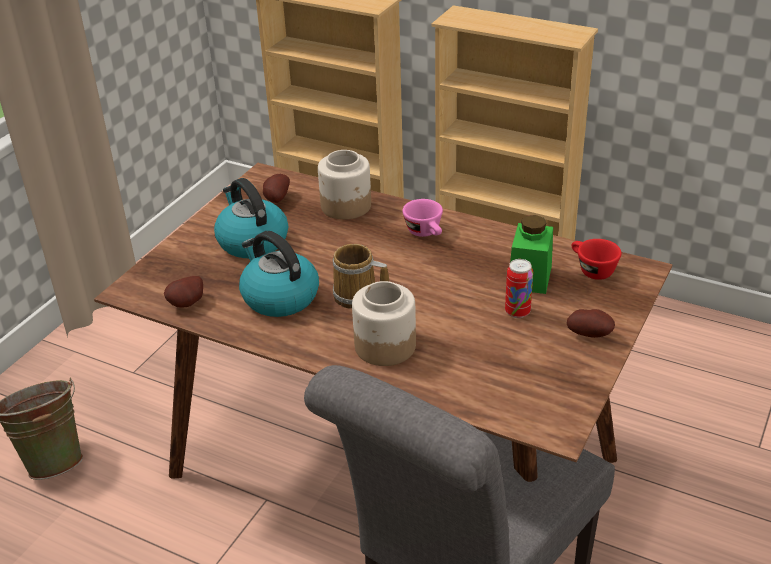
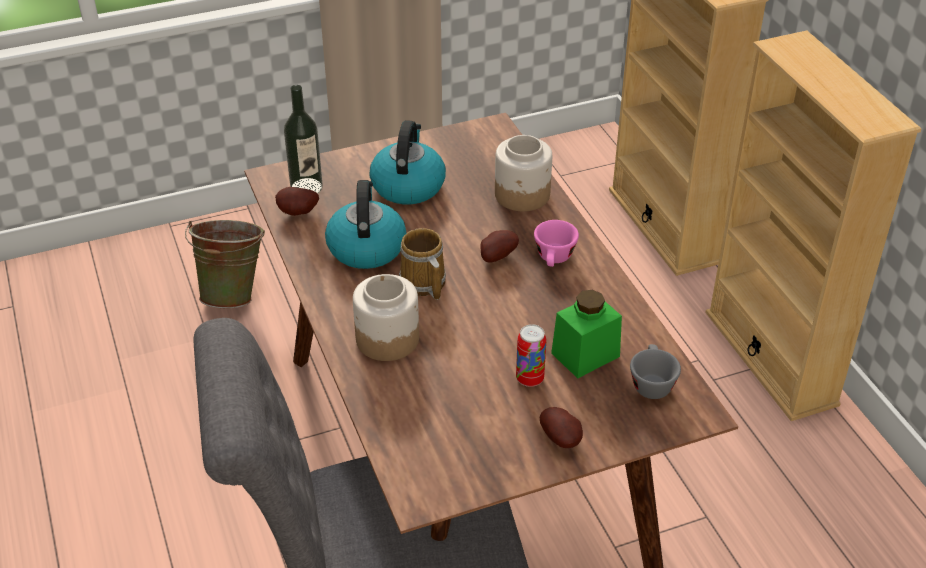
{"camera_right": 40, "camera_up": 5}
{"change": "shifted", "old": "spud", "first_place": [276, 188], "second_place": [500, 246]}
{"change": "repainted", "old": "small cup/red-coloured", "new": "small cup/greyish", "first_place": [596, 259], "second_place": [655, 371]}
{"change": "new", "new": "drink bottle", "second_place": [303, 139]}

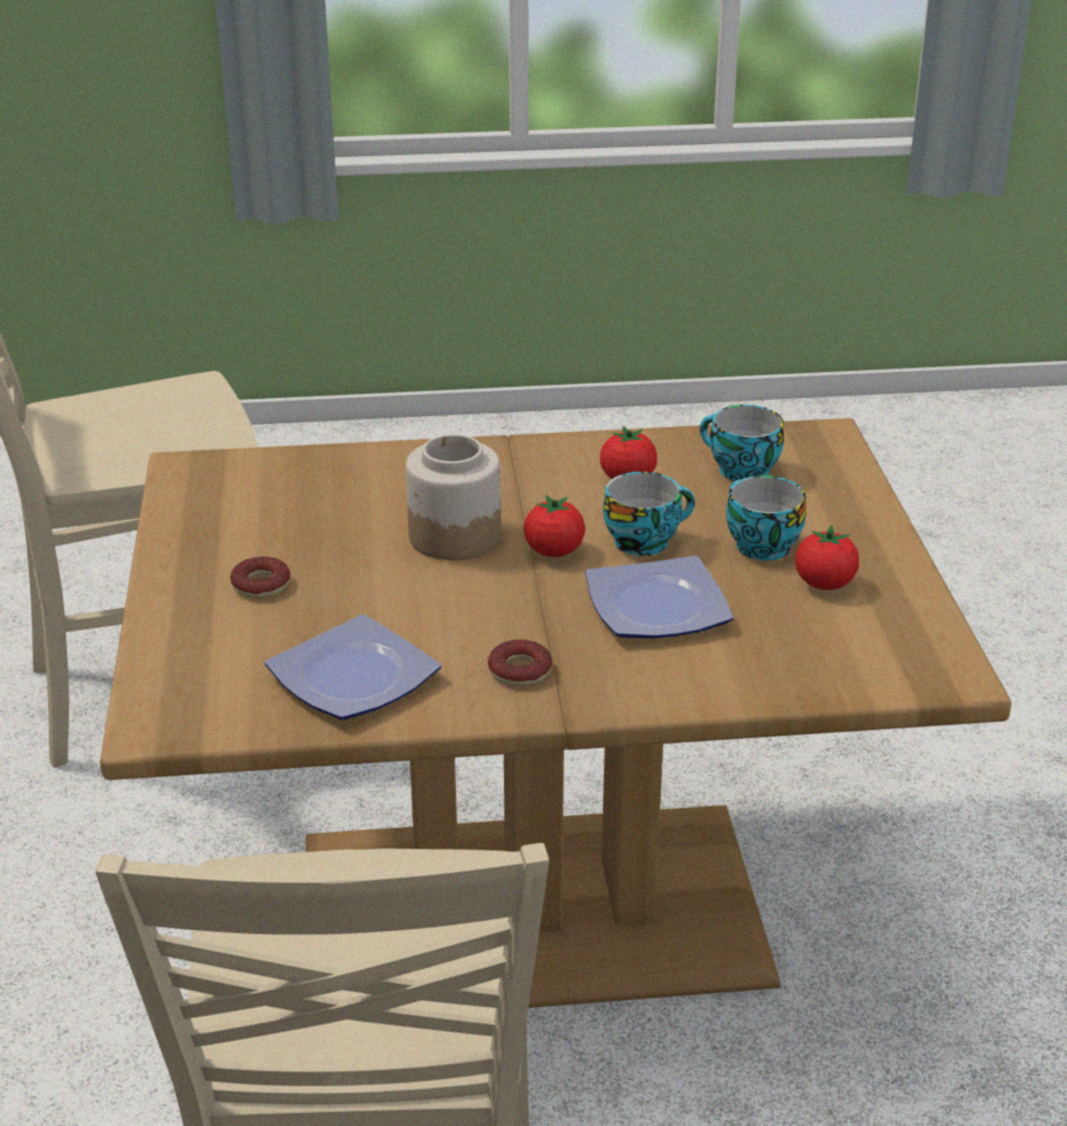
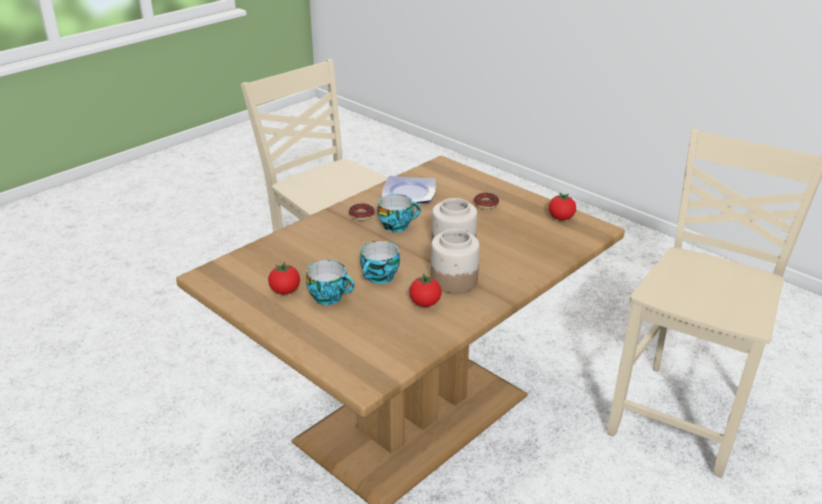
{"camera_right": 140, "camera_up": 0}
{"change": "shifted", "old": "whole tomato", "first_place": [554, 526], "second_place": [562, 206]}
{"change": "gone", "old": "flat dish", "first_place": [659, 597]}
{"change": "shifted", "old": "small cup", "first_place": [742, 443], "second_place": [399, 213]}
{"change": "new", "new": "jar", "second_place": [455, 261]}

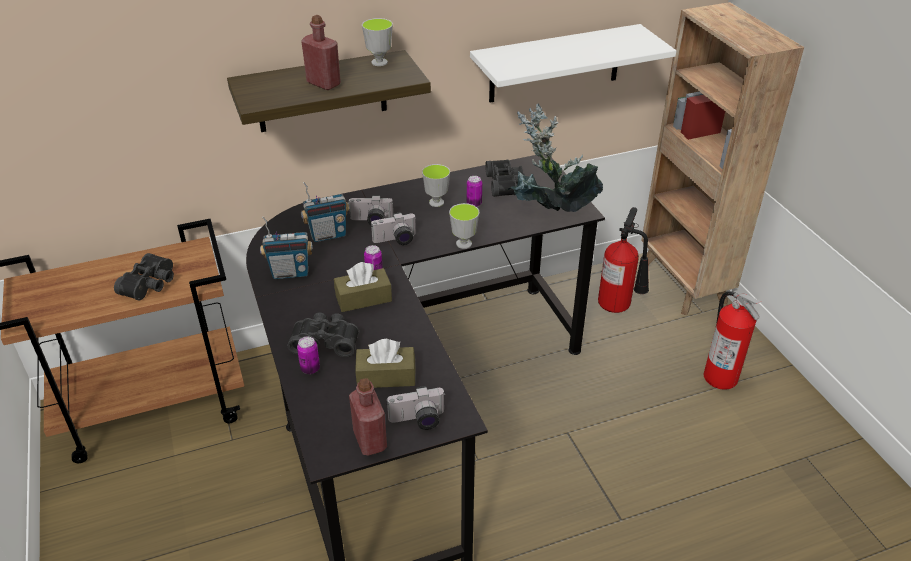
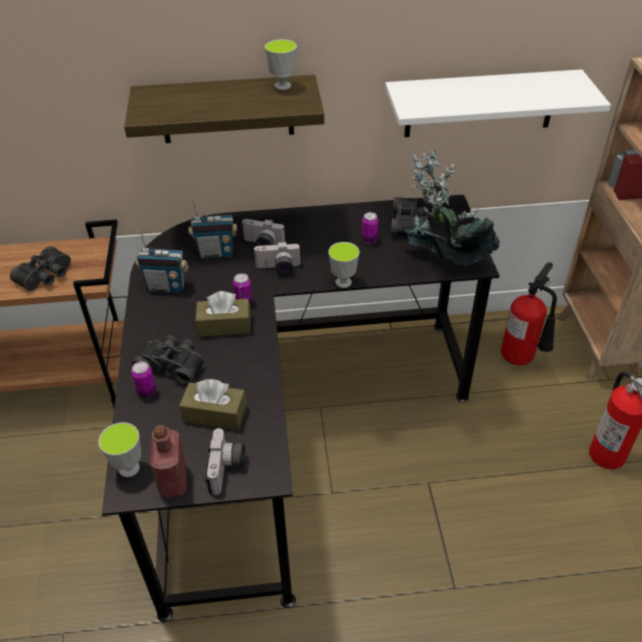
{"camera_right": 15, "camera_up": 5}
{"change": "gone", "old": "drink bottle/red-coloured", "first_place": [321, 52]}
{"change": "rotated", "old": "photo camera", "first_place": [416, 408], "second_place": [225, 461], "degrees": -90}
{"change": "shifted", "old": "small cup", "first_place": [436, 185], "second_place": [119, 449]}

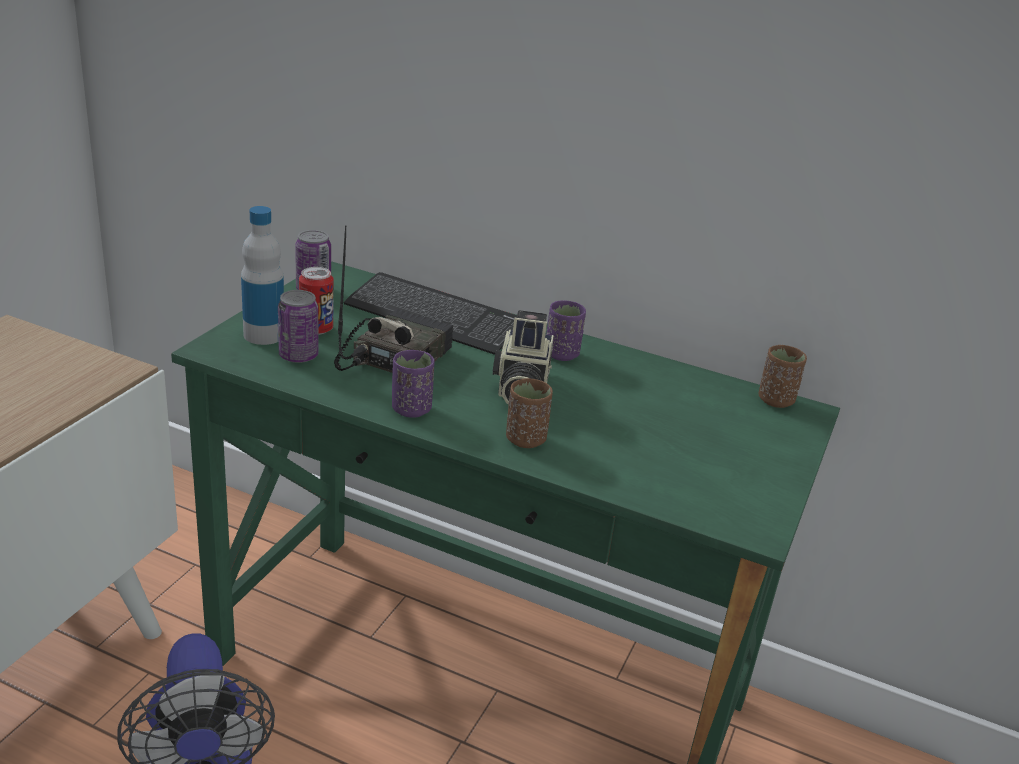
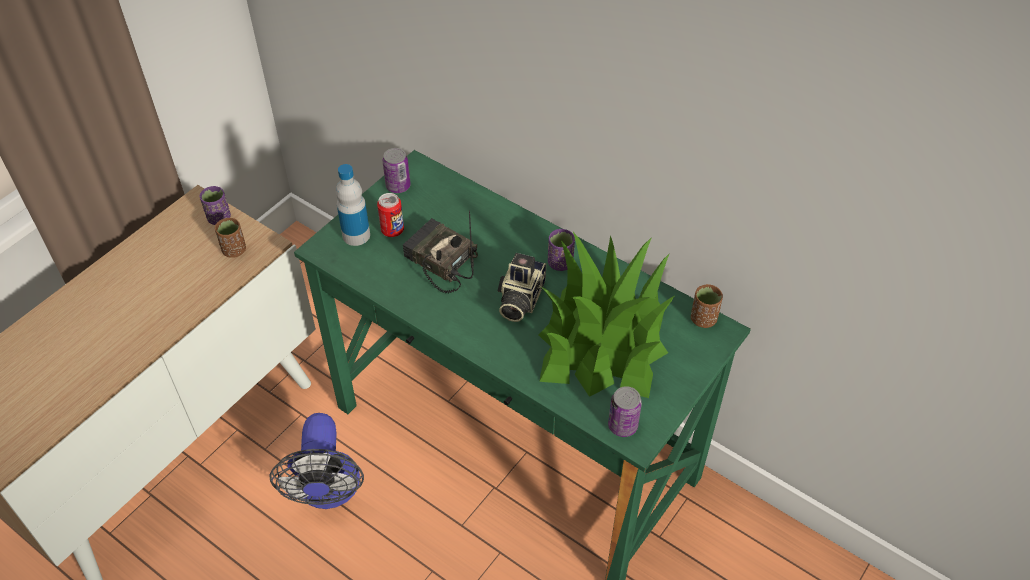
{"camera_right": 15, "camera_up": 20}
{"change": "shifted", "old": "can", "first_place": [298, 326], "second_place": [625, 411]}
{"change": "rotated", "old": "radio receiver", "first_place": [393, 299], "second_place": [440, 251], "degrees": -90}
{"change": "gone", "old": "PC keyboard", "first_place": [430, 313]}
{"change": "shifted", "old": "small cup/purple", "first_place": [413, 384], "second_place": [215, 205]}
{"change": "shifted", "old": "small cup/brown-coloured", "first_place": [529, 413], "second_place": [230, 238]}
{"change": "new", "new": "houseplant", "second_place": [606, 315]}

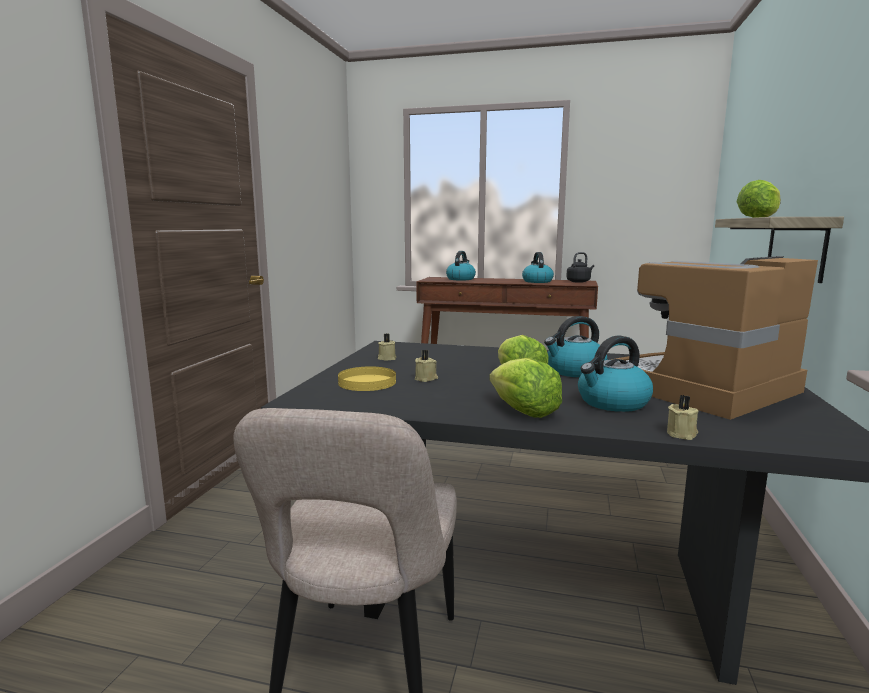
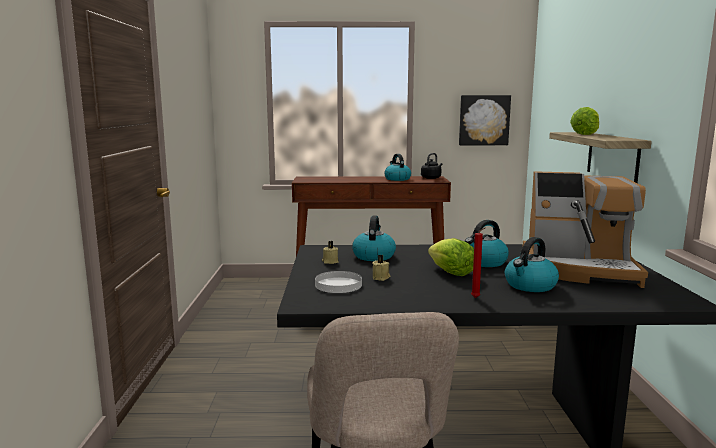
{"camera_right": -15, "camera_up": 0}
{"change": "repainted", "old": "flat dish/yellowish", "new": "flat dish/whitish", "first_place": [367, 378], "second_place": [338, 282]}
{"change": "shifted", "old": "water kettle", "first_place": [461, 265], "second_place": [374, 238]}
{"change": "swapped", "old": "lettuce head", "new": "wax light/red-coloured", "first_place": [525, 388], "second_place": [478, 262]}
{"change": "rotated", "old": "coffee brewer", "first_place": [714, 338], "second_place": [585, 229], "degrees": -120}
{"change": "gone", "old": "wax light/beige", "first_place": [683, 417]}
{"change": "new", "new": "wall art", "second_place": [485, 120]}

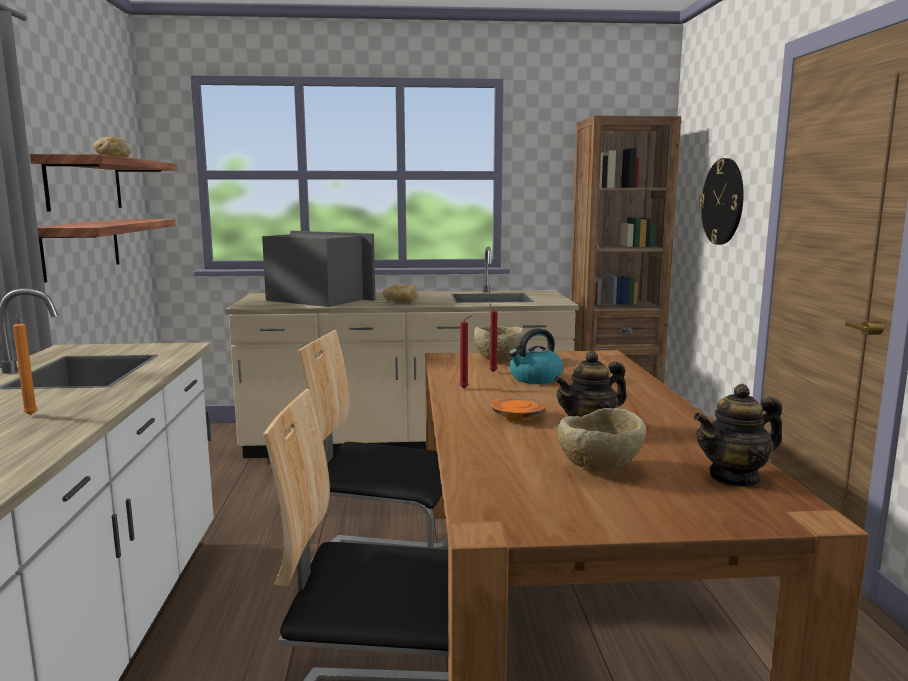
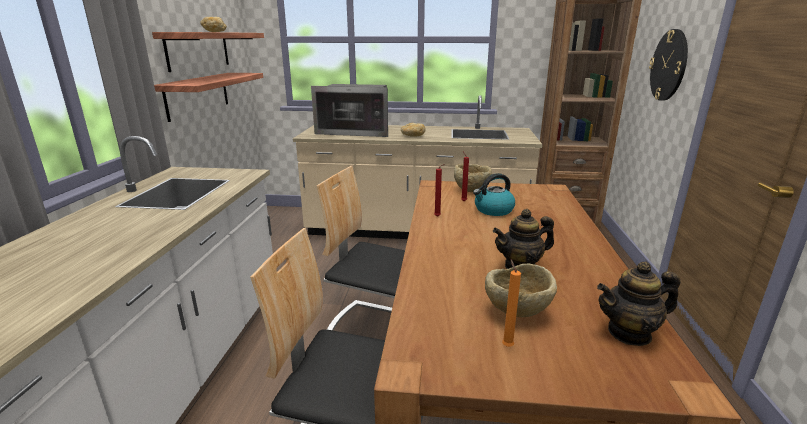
{"camera_right": 10, "camera_up": 10}
{"change": "shifted", "old": "wax light/orange", "first_place": [25, 364], "second_place": [511, 303]}
{"change": "rotated", "old": "kitchen microwave", "first_place": [318, 269], "second_place": [349, 110], "degrees": 150}
{"change": "gone", "old": "flat dish/orange", "first_place": [519, 409]}

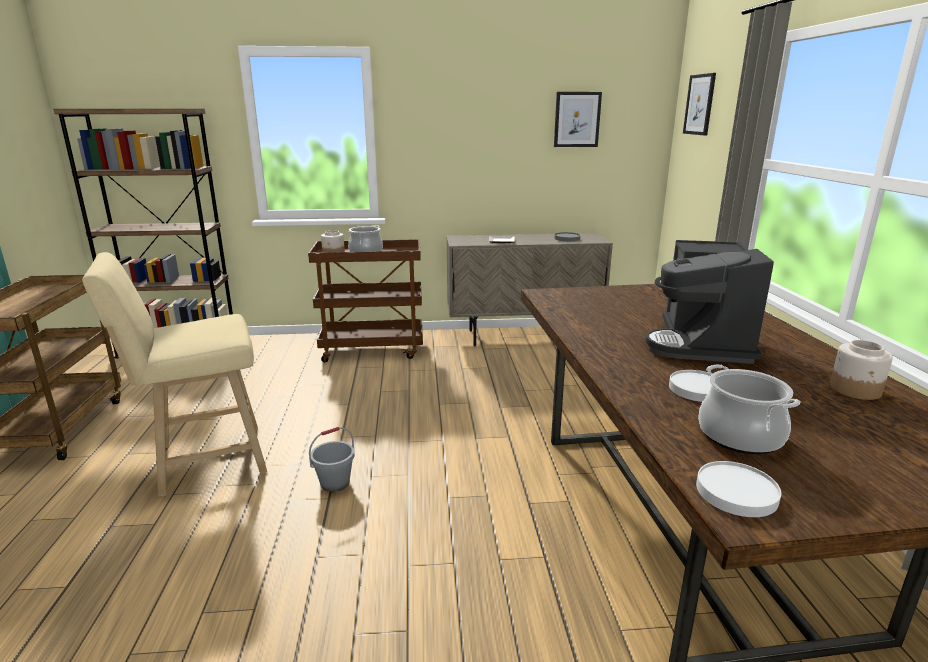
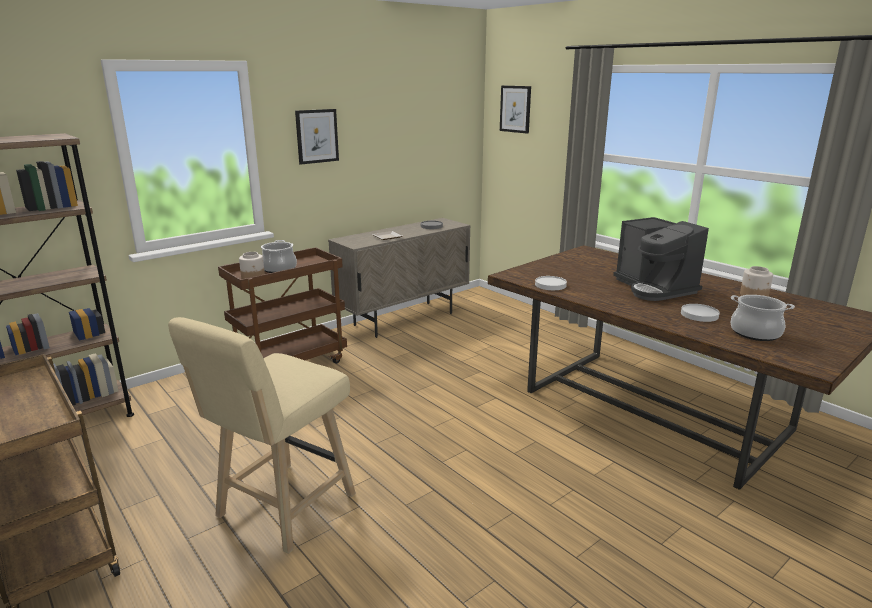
{"camera_right": -35, "camera_up": 0}
{"change": "gone", "old": "water bucket/greyish", "first_place": [332, 459]}
{"change": "shifted", "old": "wall art", "first_place": [578, 119], "second_place": [317, 137]}
{"change": "shifted", "old": "flat dish/whitish", "first_place": [738, 489], "second_place": [551, 283]}

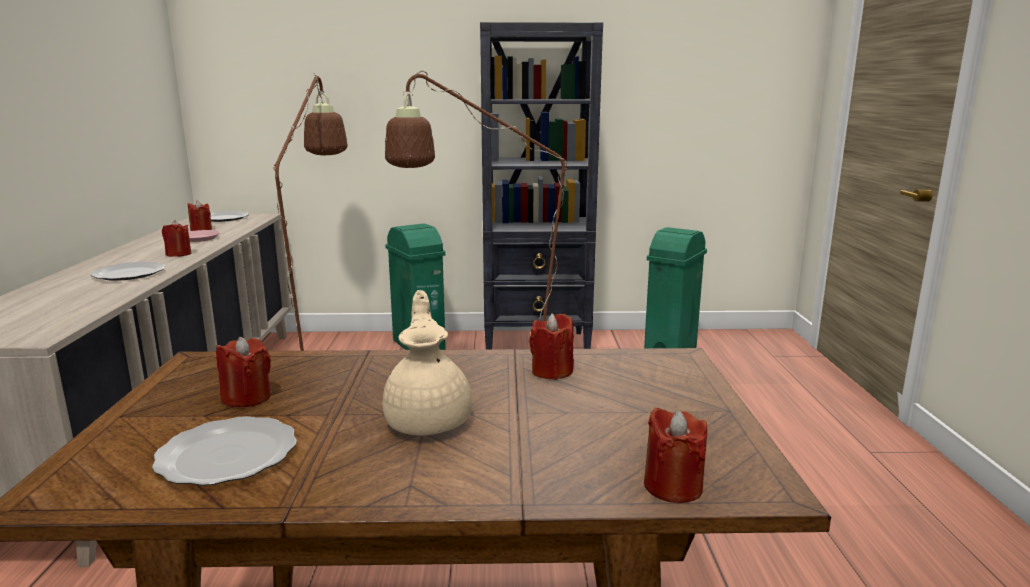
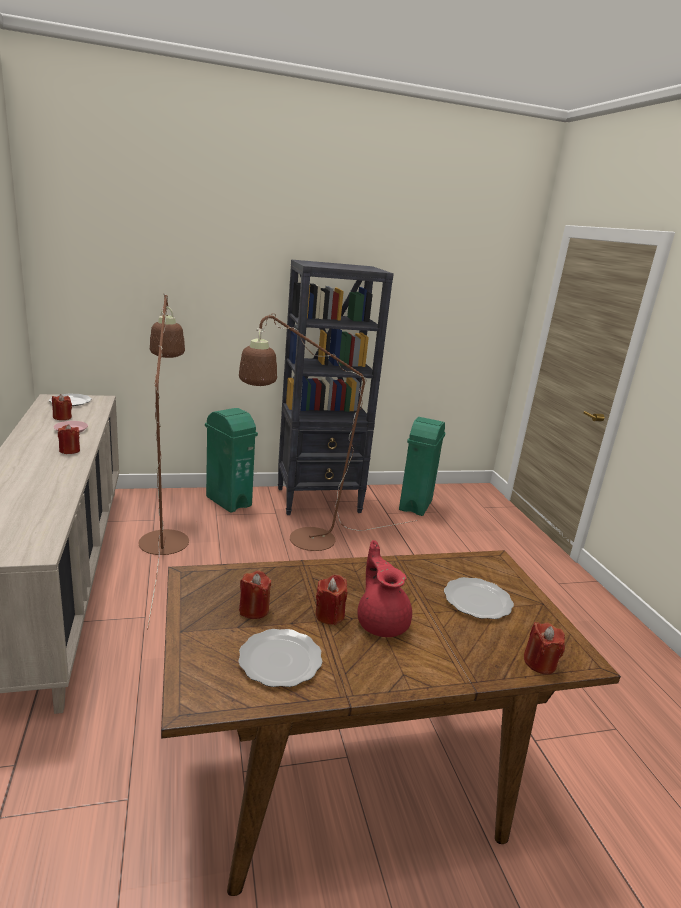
{"camera_right": -15, "camera_up": 5}
{"change": "shifted", "old": "flat dish", "first_place": [127, 271], "second_place": [479, 598]}
{"change": "repainted", "old": "tea pot/beige", "new": "tea pot/red-coloured", "first_place": [427, 363], "second_place": [384, 588]}
{"change": "shifted", "old": "wax light/red-coloured", "first_place": [551, 346], "second_place": [331, 600]}

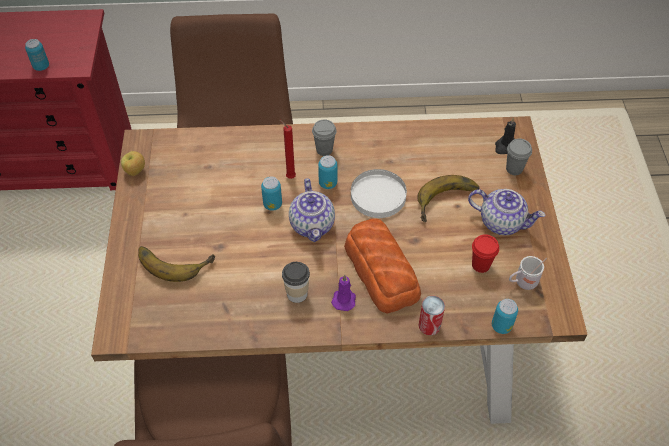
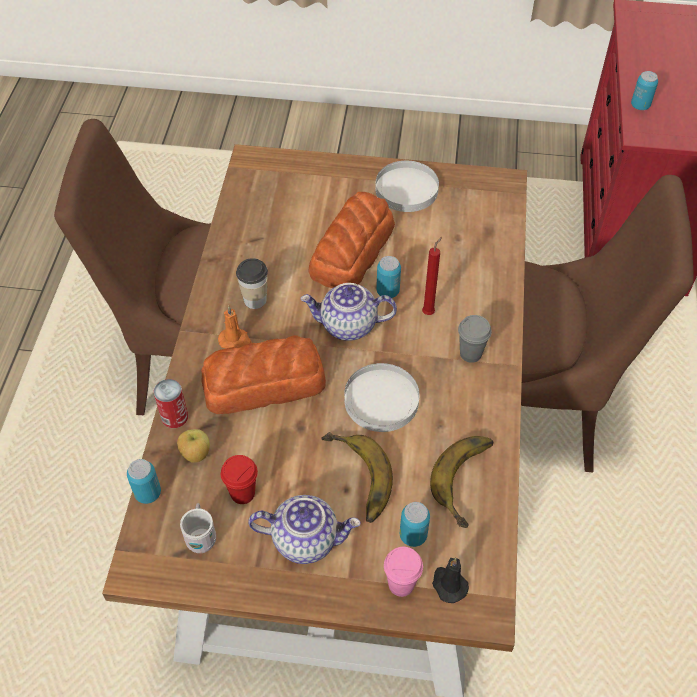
{"camera_right": 100, "camera_up": 0}
{"change": "shifted", "old": "apple fruit", "first_place": [133, 163], "second_place": [193, 446]}
{"change": "shifted", "old": "banana fruit", "first_place": [176, 264], "second_place": [461, 482]}
{"change": "shifted", "old": "can", "first_place": [327, 172], "second_place": [415, 524]}
{"change": "repainted", "old": "wax light/purple", "new": "wax light/orange", "first_place": [343, 292], "second_place": [235, 327]}
{"change": "rotated", "old": "tea pot", "first_place": [506, 212], "second_place": [304, 529], "degrees": -120}
{"change": "repainted", "old": "small cup/greyish", "new": "small cup/pink", "first_place": [519, 156], "second_place": [403, 572]}
{"change": "new", "new": "bread", "second_place": [351, 240]}
{"change": "new", "new": "flat dish/whitish", "second_place": [407, 186]}

